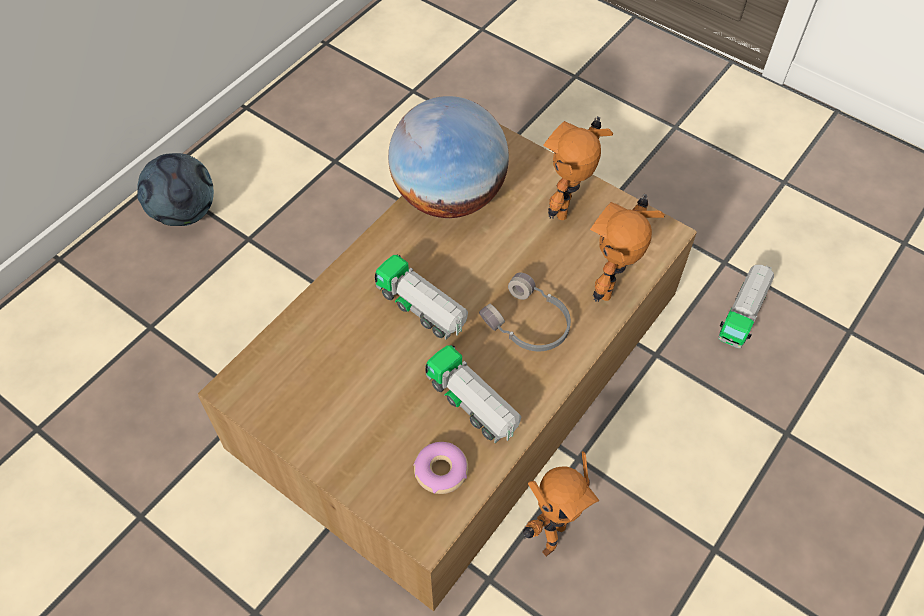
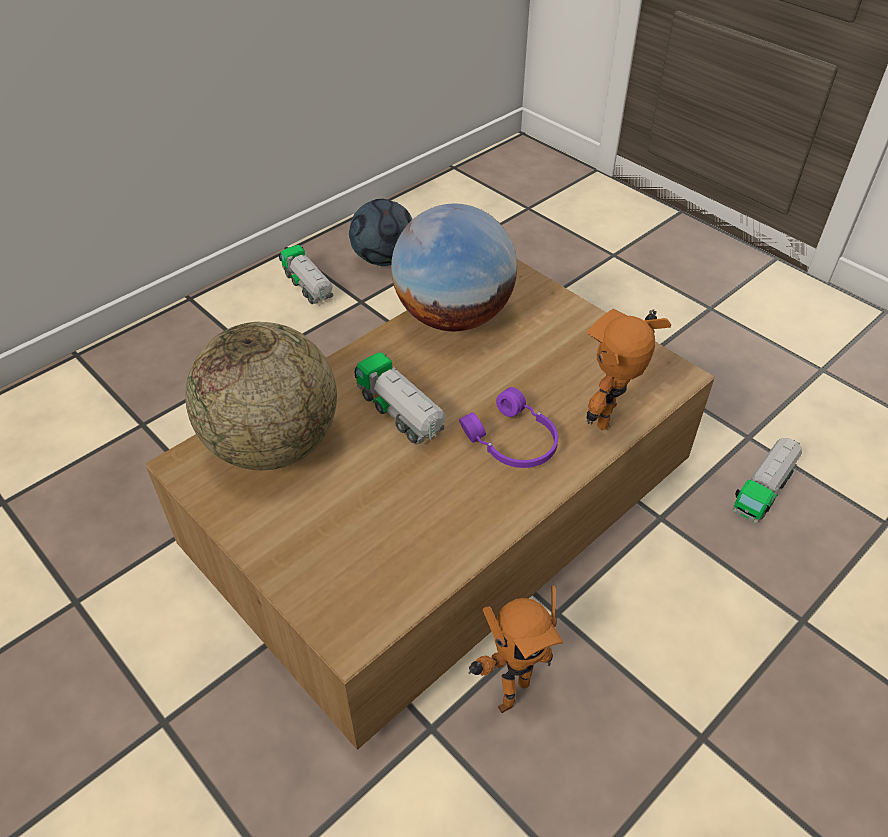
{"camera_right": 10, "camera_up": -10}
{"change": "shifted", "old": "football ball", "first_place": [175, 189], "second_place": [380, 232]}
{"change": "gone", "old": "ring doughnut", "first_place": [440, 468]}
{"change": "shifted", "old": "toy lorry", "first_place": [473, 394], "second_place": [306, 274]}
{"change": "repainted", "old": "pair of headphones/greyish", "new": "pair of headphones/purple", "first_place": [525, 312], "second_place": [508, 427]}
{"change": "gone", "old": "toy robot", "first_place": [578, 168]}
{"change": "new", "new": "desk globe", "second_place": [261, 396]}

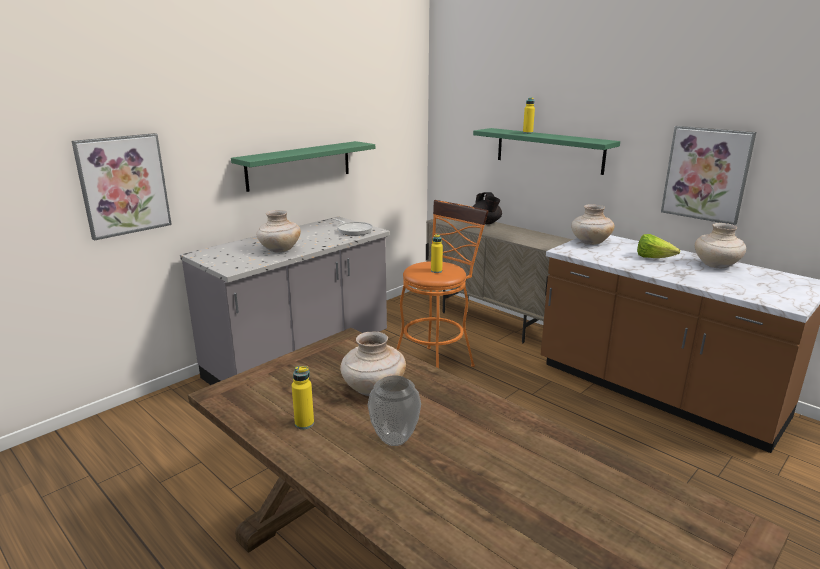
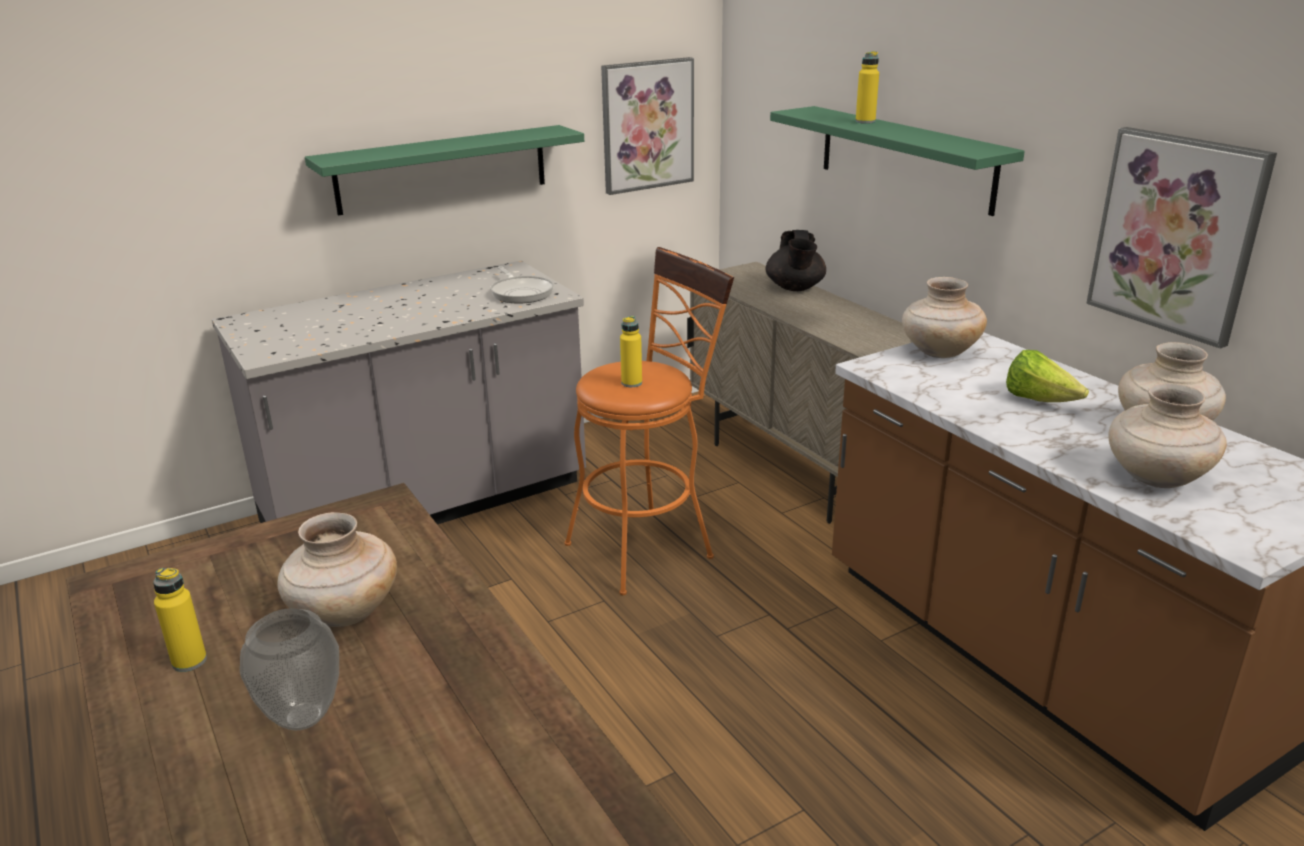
{"camera_right": 15, "camera_up": 5}
{"change": "shifted", "old": "wall art", "first_place": [122, 187], "second_place": [647, 126]}
{"change": "shifted", "old": "vase/beige", "first_place": [278, 231], "second_place": [1167, 435]}

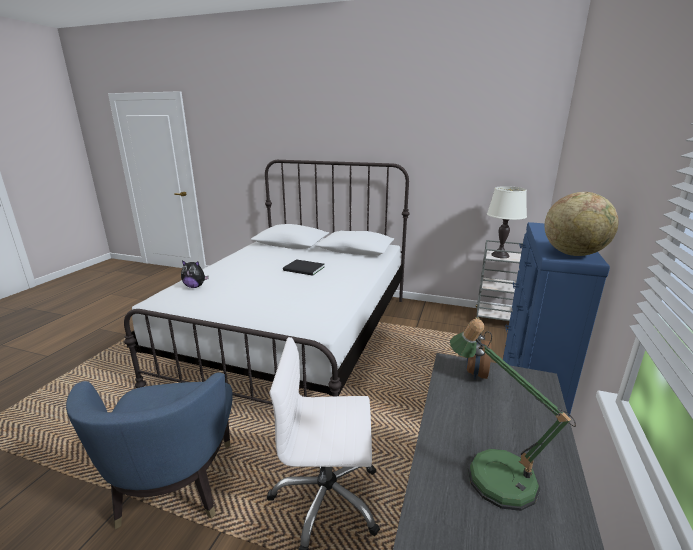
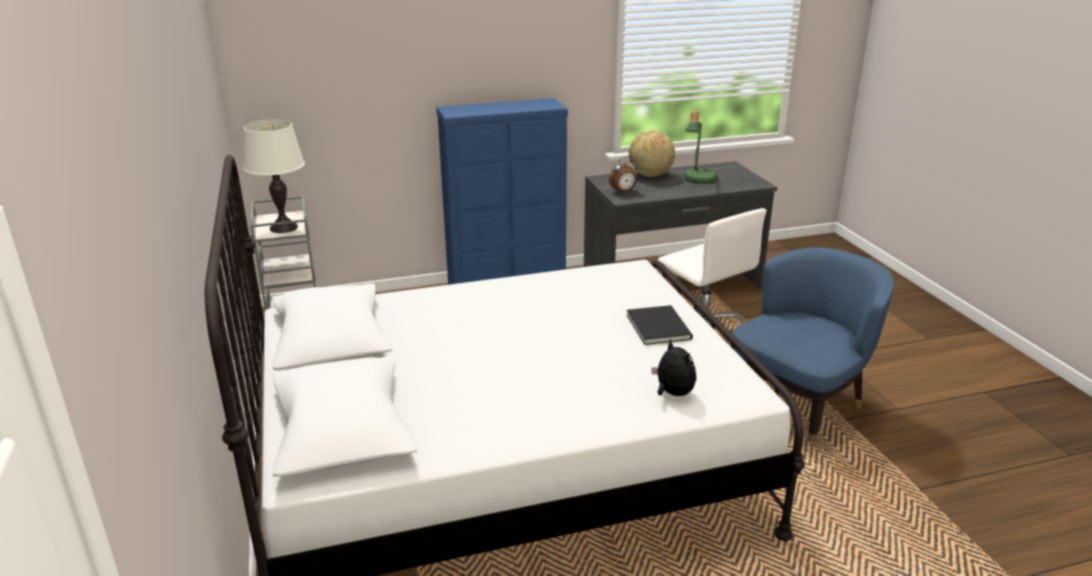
{"camera_right": -125, "camera_up": 5}
{"change": "shifted", "old": "bound book/black", "first_place": [303, 267], "second_place": [660, 325]}
{"change": "shifted", "old": "desk globe", "first_place": [581, 224], "second_place": [652, 153]}

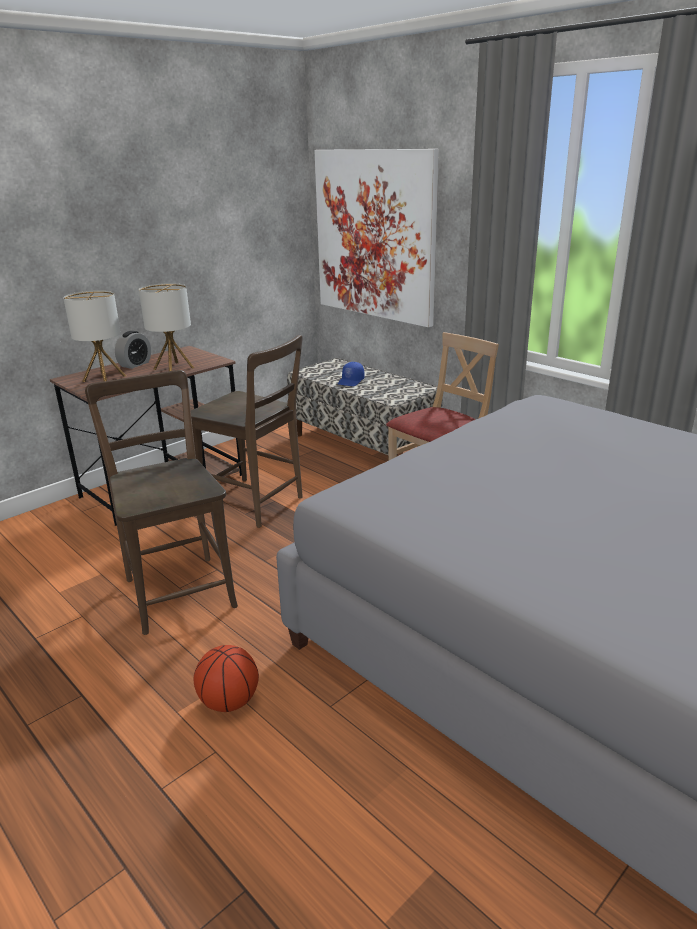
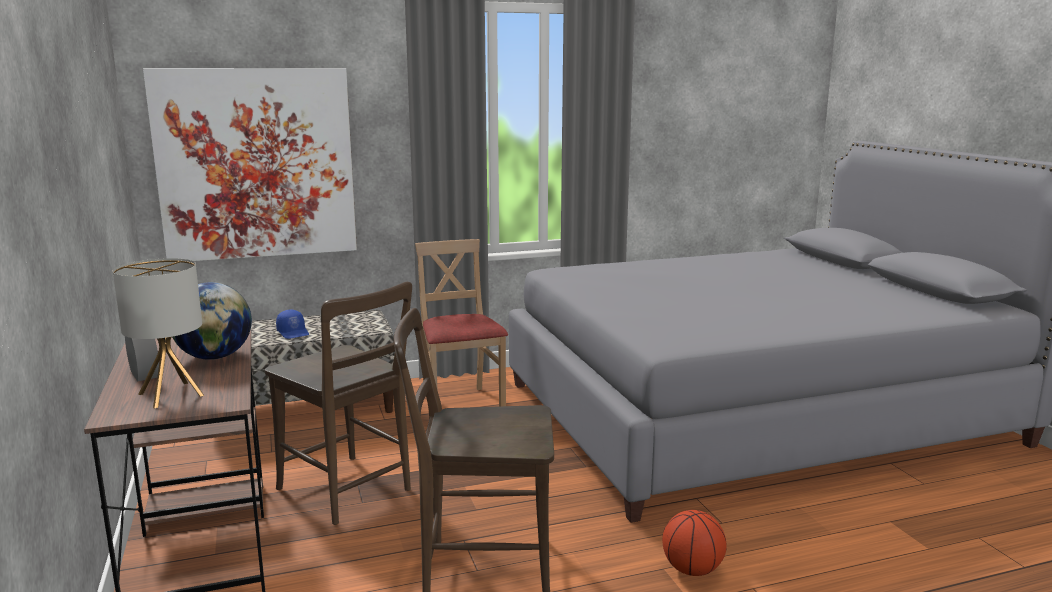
{"camera_right": -65, "camera_up": -10}
{"change": "swapped", "old": "table lamp", "new": "desk globe", "first_place": [166, 327], "second_place": [212, 321]}
{"change": "rotated", "old": "plain chair/brown-coloured", "first_place": [247, 431], "second_place": [338, 403], "degrees": 75}

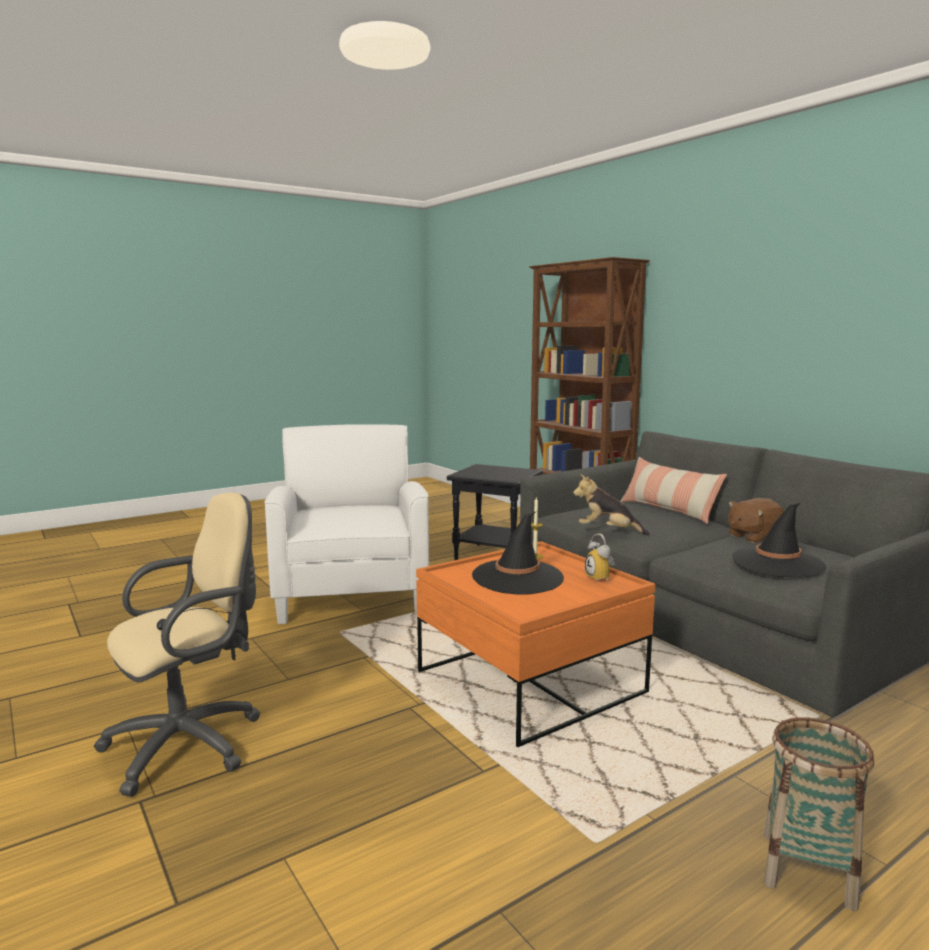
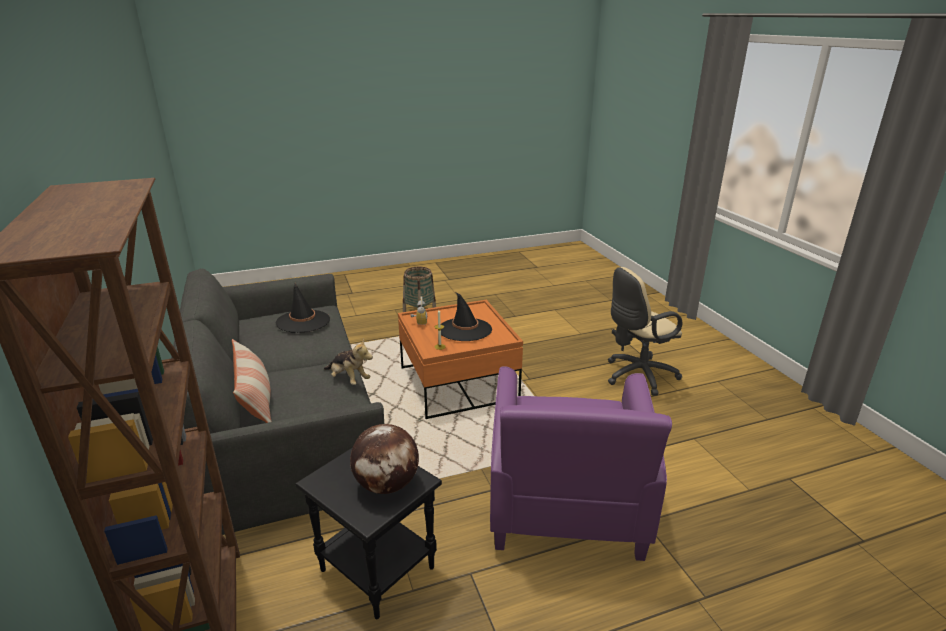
{"camera_right": -165, "camera_up": 15}
{"change": "repainted", "old": "armchair/whitish", "new": "armchair/purple", "first_place": [346, 524], "second_place": [581, 463]}
{"change": "gone", "old": "soft toy/brown-coloured", "first_place": [756, 520]}
{"change": "new", "new": "desk globe", "second_place": [384, 459]}

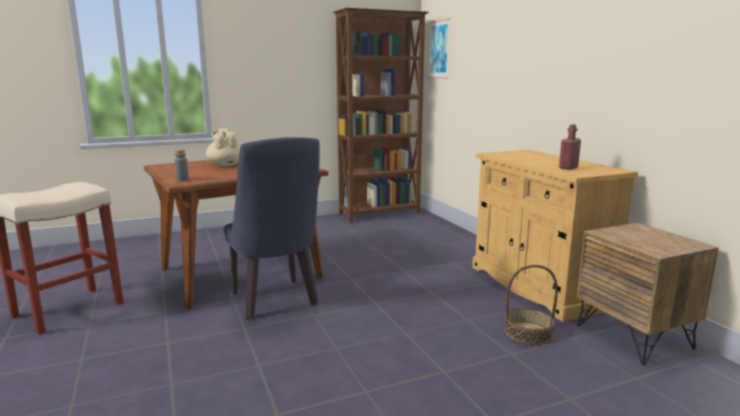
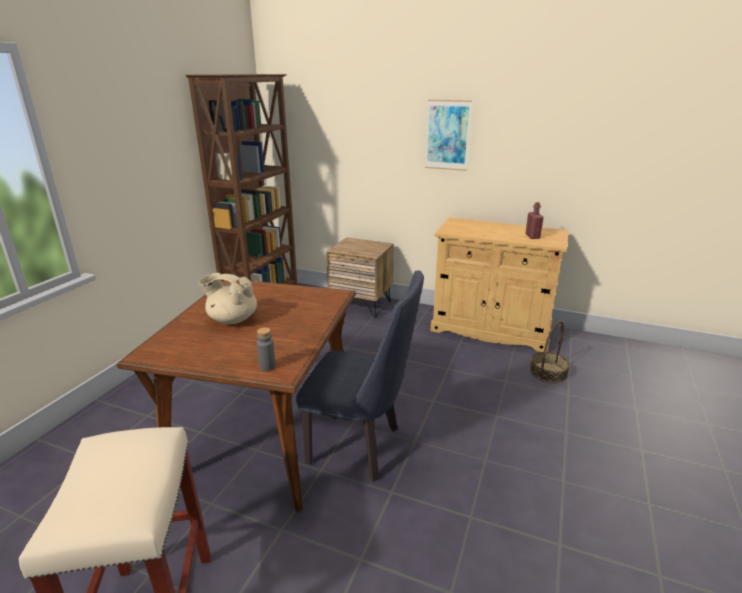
{"camera_right": -45, "camera_up": 10}
{"change": "shifted", "old": "wall art", "first_place": [439, 48], "second_place": [448, 135]}
{"change": "shifted", "old": "night table/brown-coloured", "first_place": [648, 294], "second_place": [360, 277]}

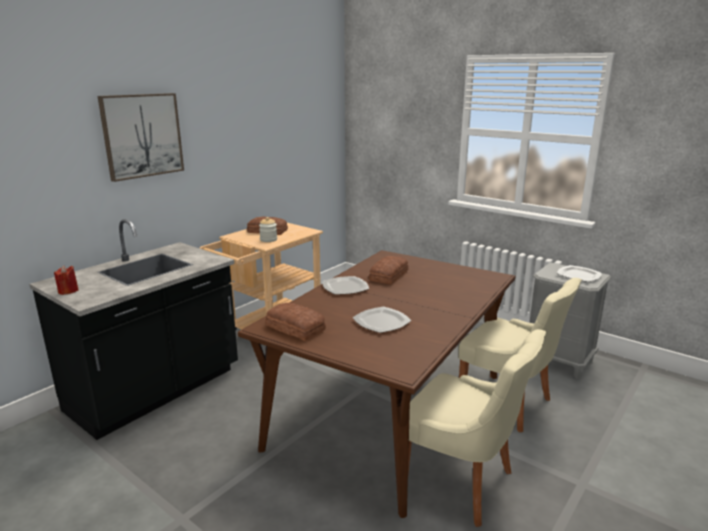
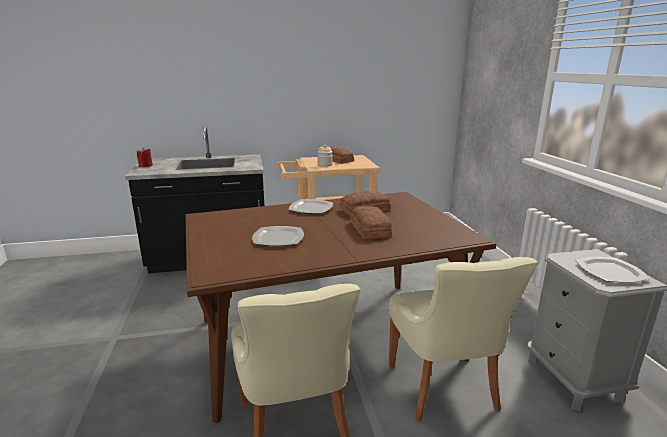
{"camera_right": 40, "camera_up": 0}
{"change": "gone", "old": "wall art", "first_place": [141, 137]}
{"change": "shifted", "old": "bread", "first_place": [295, 322], "second_place": [371, 222]}

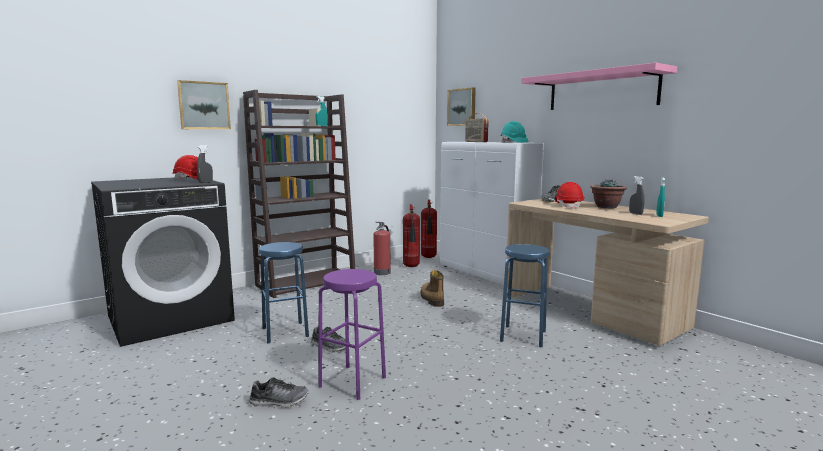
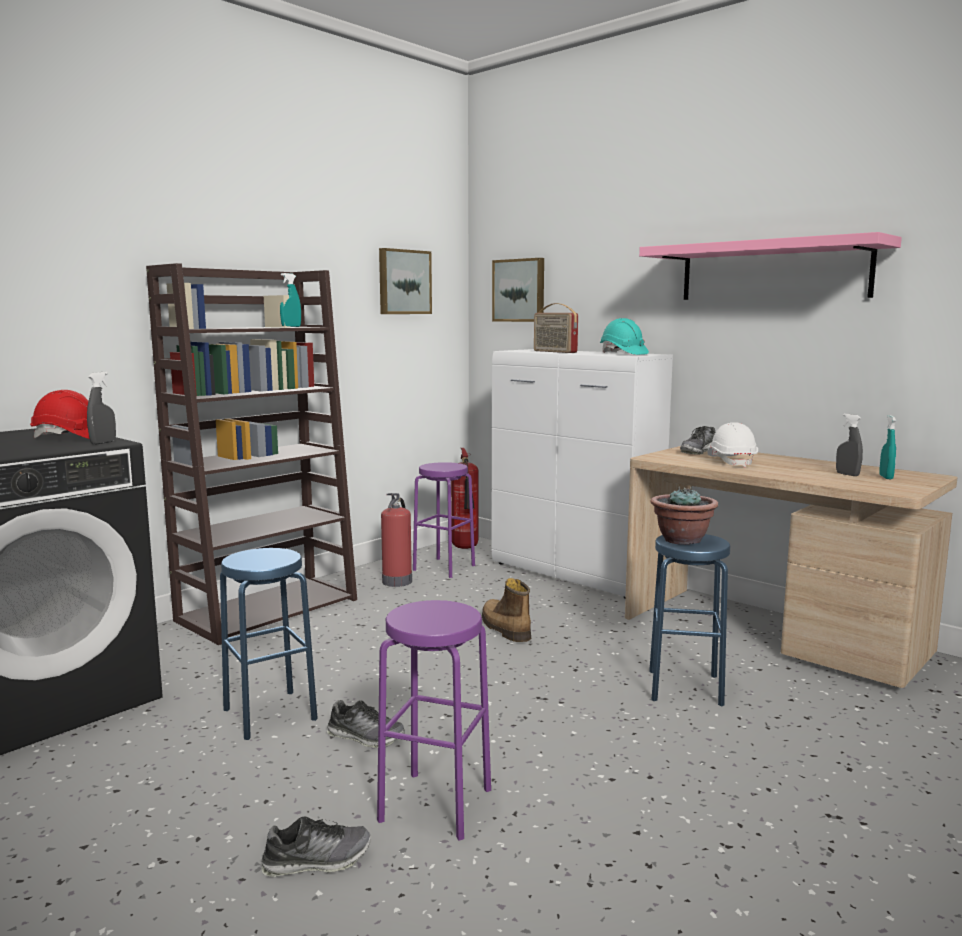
{"camera_right": -10, "camera_up": 0}
{"change": "shifted", "old": "wall art", "first_place": [204, 104], "second_place": [405, 281]}
{"change": "swapped", "old": "fire-fighting cylinder", "new": "stool/purple", "first_place": [411, 235], "second_place": [444, 520]}
{"change": "repainted", "old": "work helmet/red-coloured", "new": "work helmet/whitish", "first_place": [569, 195], "second_place": [732, 444]}
{"change": "shifted", "old": "houseplant", "first_place": [608, 193], "second_place": [684, 515]}

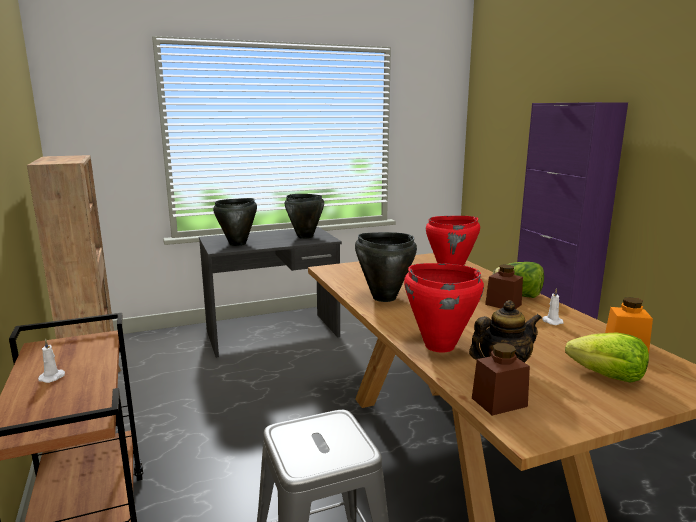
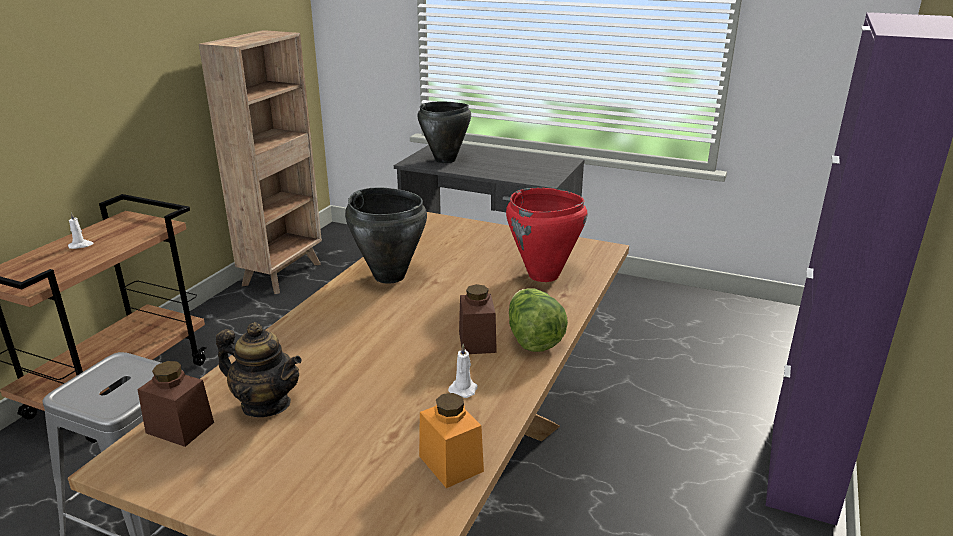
{"camera_right": 45, "camera_up": 10}
{"change": "gone", "old": "saucepot/black", "first_place": [304, 216]}
{"change": "gone", "old": "saucepot/red-coloured", "first_place": [444, 308]}
{"change": "gone", "old": "lettuce head", "first_place": [607, 358]}

